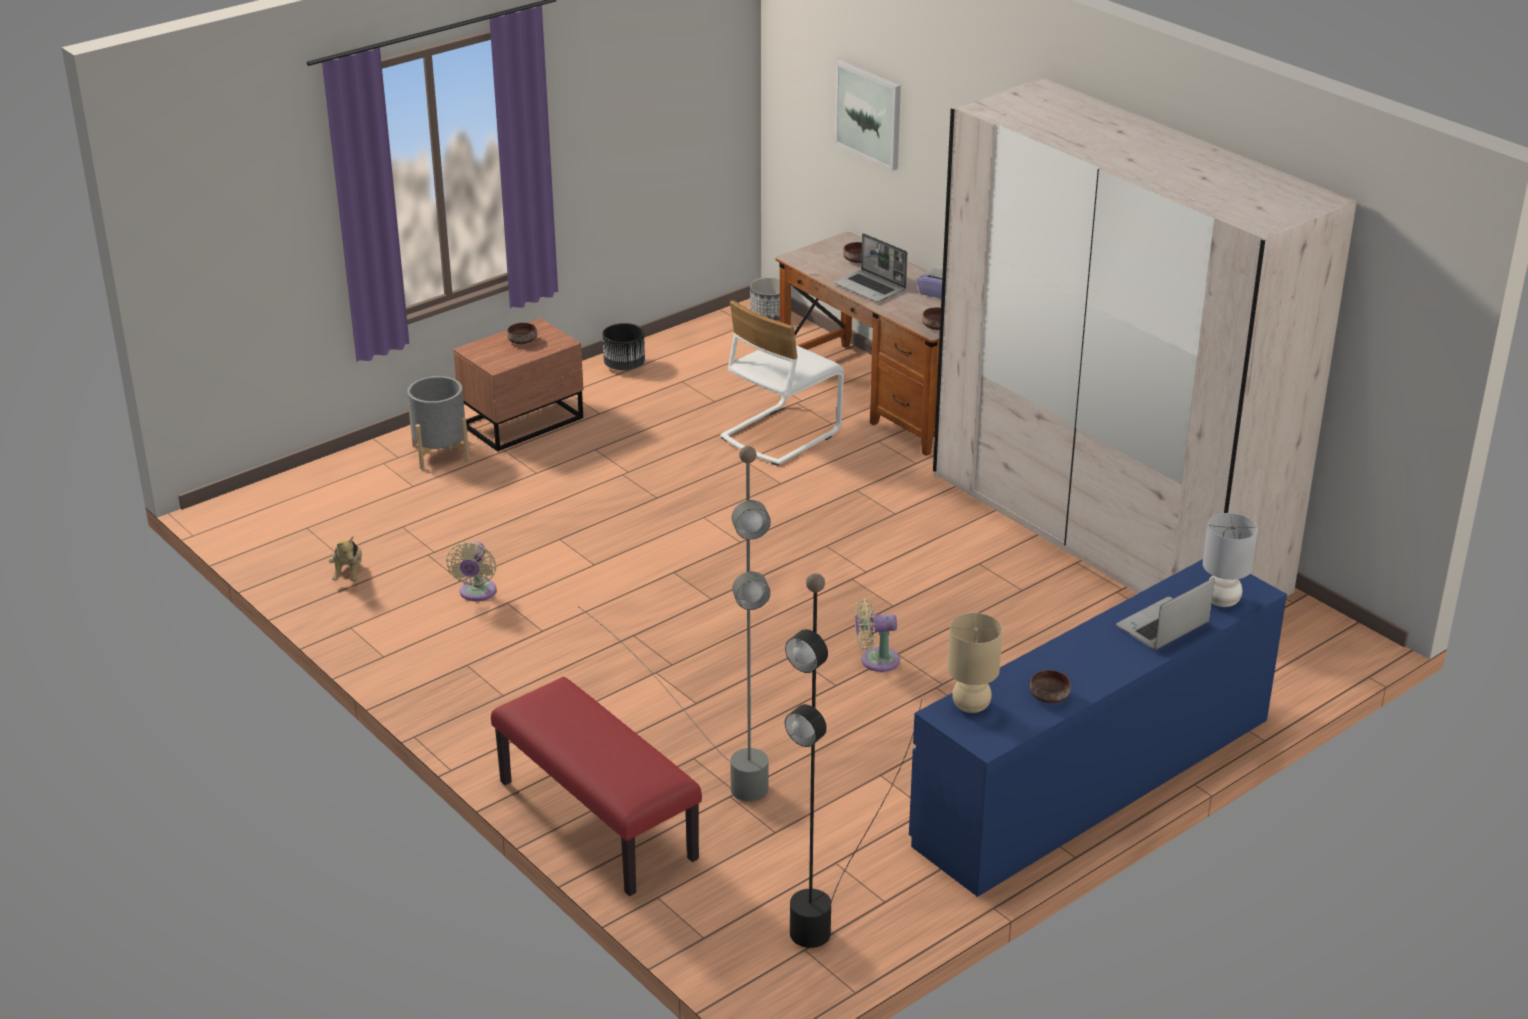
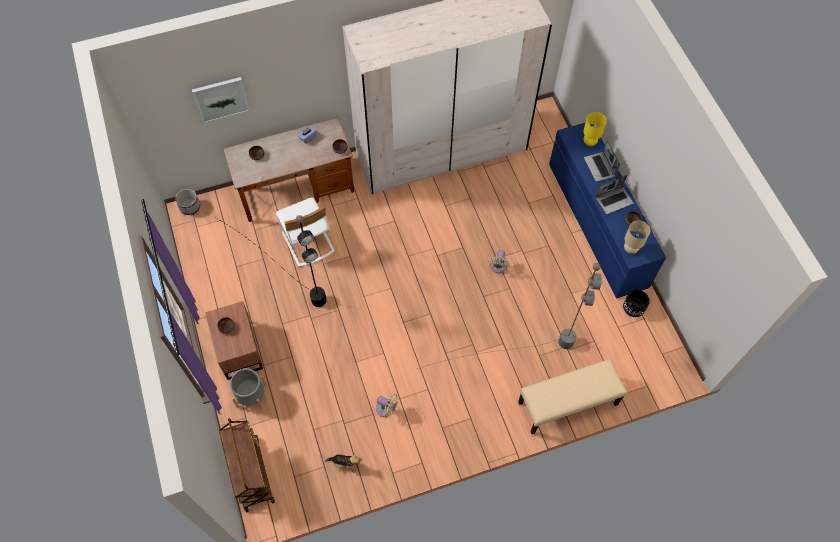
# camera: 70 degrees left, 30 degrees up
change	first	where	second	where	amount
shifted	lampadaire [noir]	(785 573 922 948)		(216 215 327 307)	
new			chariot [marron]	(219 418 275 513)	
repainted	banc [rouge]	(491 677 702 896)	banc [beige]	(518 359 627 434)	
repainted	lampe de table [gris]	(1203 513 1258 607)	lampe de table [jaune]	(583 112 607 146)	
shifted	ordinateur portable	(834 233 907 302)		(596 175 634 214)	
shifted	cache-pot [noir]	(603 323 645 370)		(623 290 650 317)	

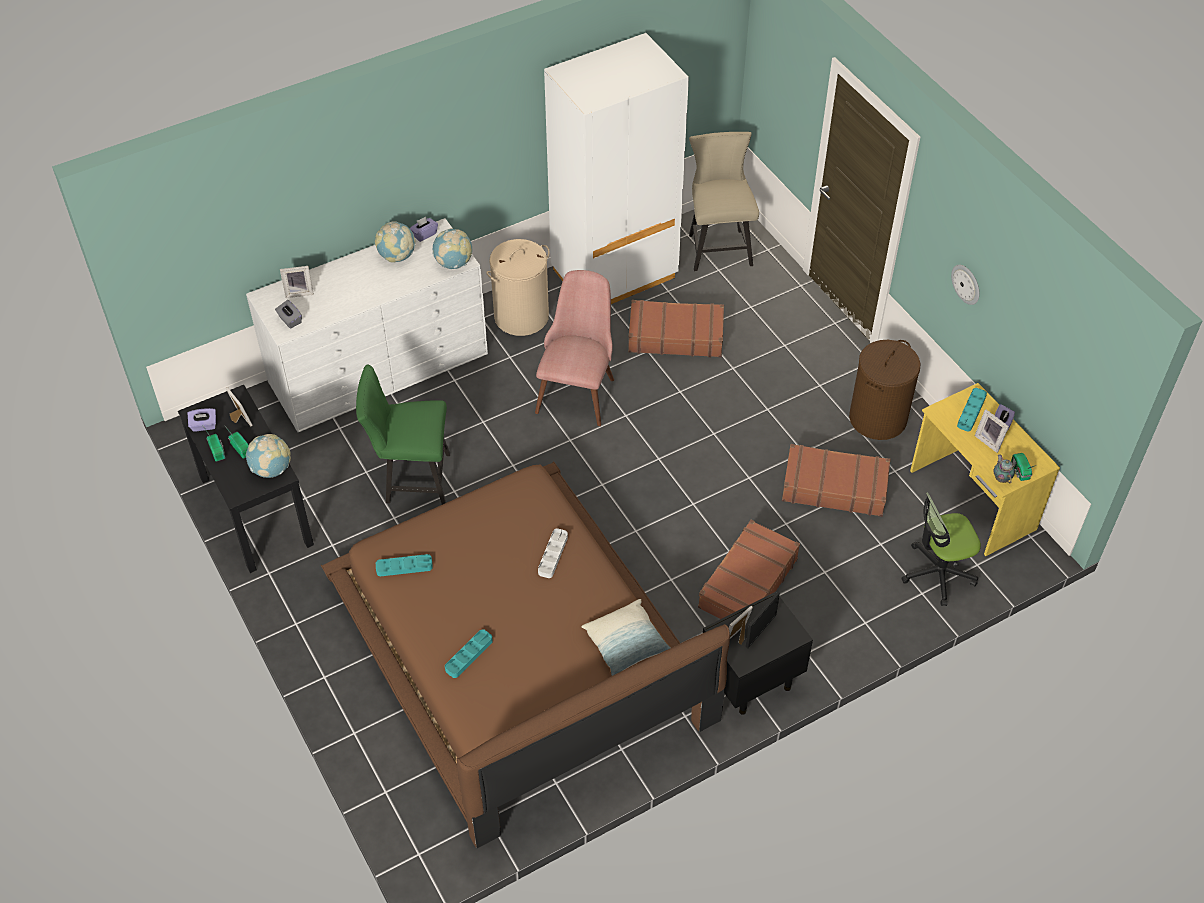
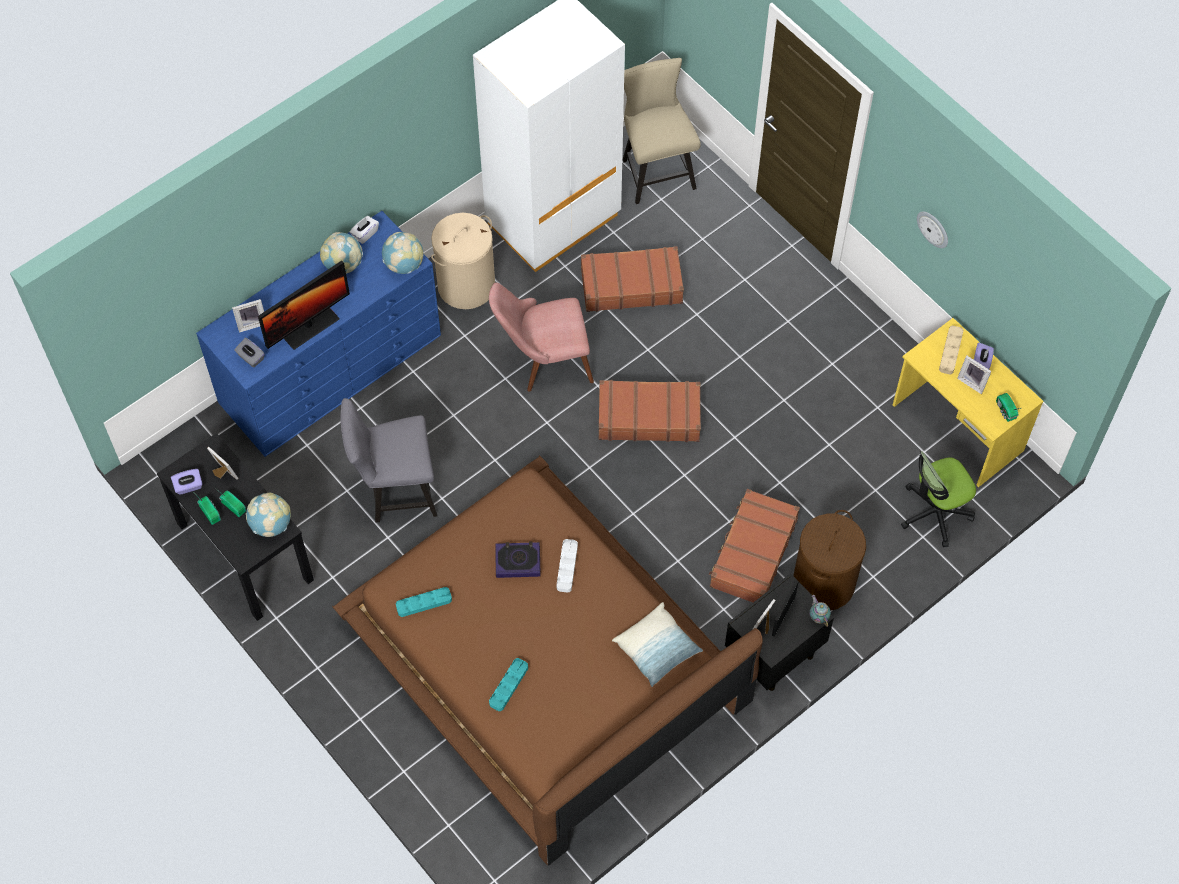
# camera: 10 degrees left, 10 degrees up
change	first	where	second	where	amount
repainted	commode [blanc]	(246 218 488 432)	commode [bleu]	(196 211 441 457)	
new			écran d'ordinateur	(258 261 350 350)	
repainted	chaise [vert]	(356 364 450 505)	chaise [gris]	(340 398 437 522)	
repainted	boîte à mouchoirs [violet]	(410 217 438 242)	boîte à mouchoirs [blanc]	(350 216 379 244)	
rotated	chaise [rose]	(535 270 614 426)		(489 282 594 392)	105 degrees counterclockwise
new			livre	(495 542 541 578)	
shifted	valise [marron]	(782 444 891 517)		(599 380 701 442)	
shifted	panier à linge [marron]	(849 340 921 440)		(793 510 866 610)	
shifted	théière	(994 454 1015 484)		(809 595 831 627)	
repainted	plateau [turquoise]	(957 388 987 431)	plateau [beige]	(939 326 964 375)	

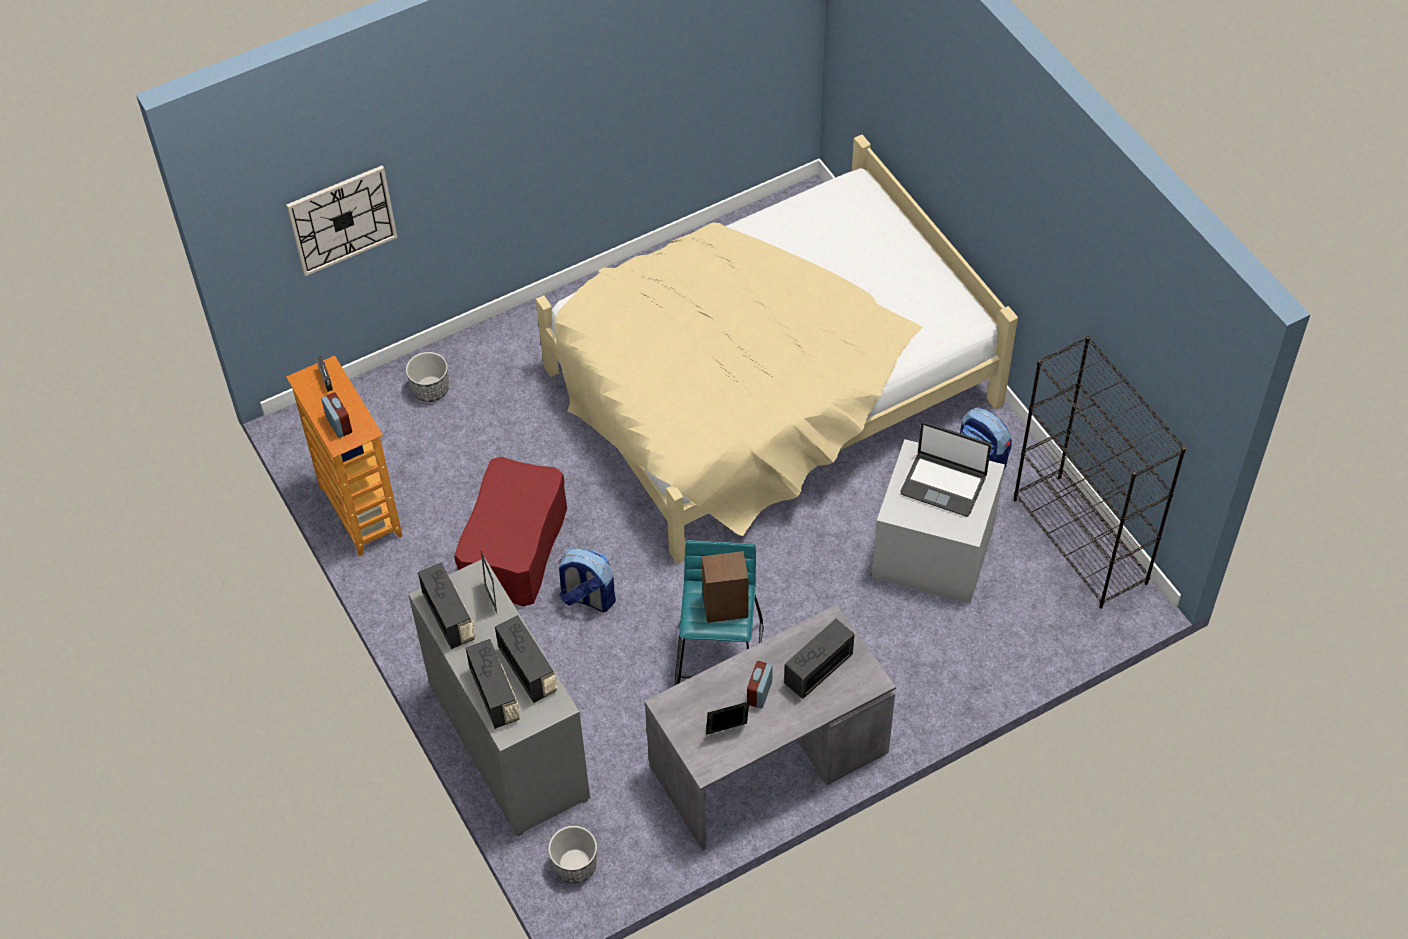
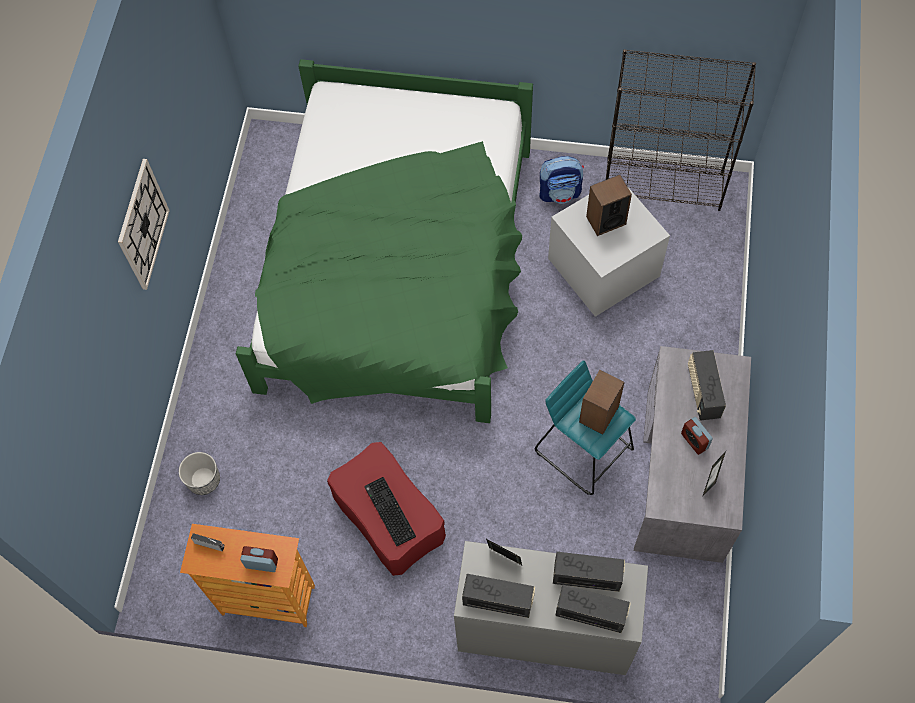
# camera: 50 degrees left, 10 degrees up
change	first	where	second	where	amount
shifted	horloge murale	(286 165 398 276)		(118 159 170 290)	
repainted	lit [beige]	(536 134 1018 564)	lit [vert]	(236 59 533 423)	
new			clavier	(364 477 416 546)	
swapped	ordinateur portable	(901 422 991 516)	enceinte	(586 175 632 236)	
gone	cache-pot	(548 826 597 883)			
gone	sac à dos	(557 548 616 612)			

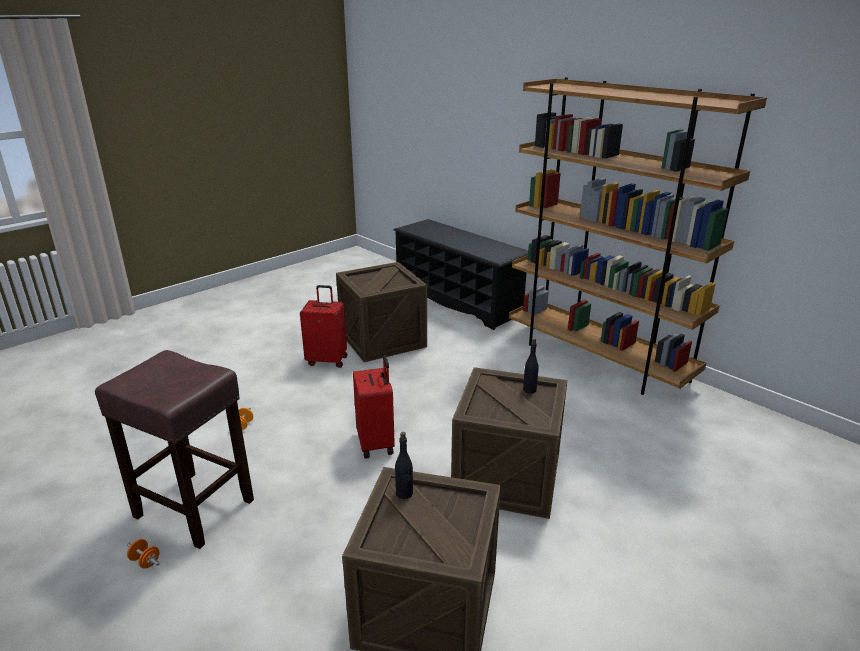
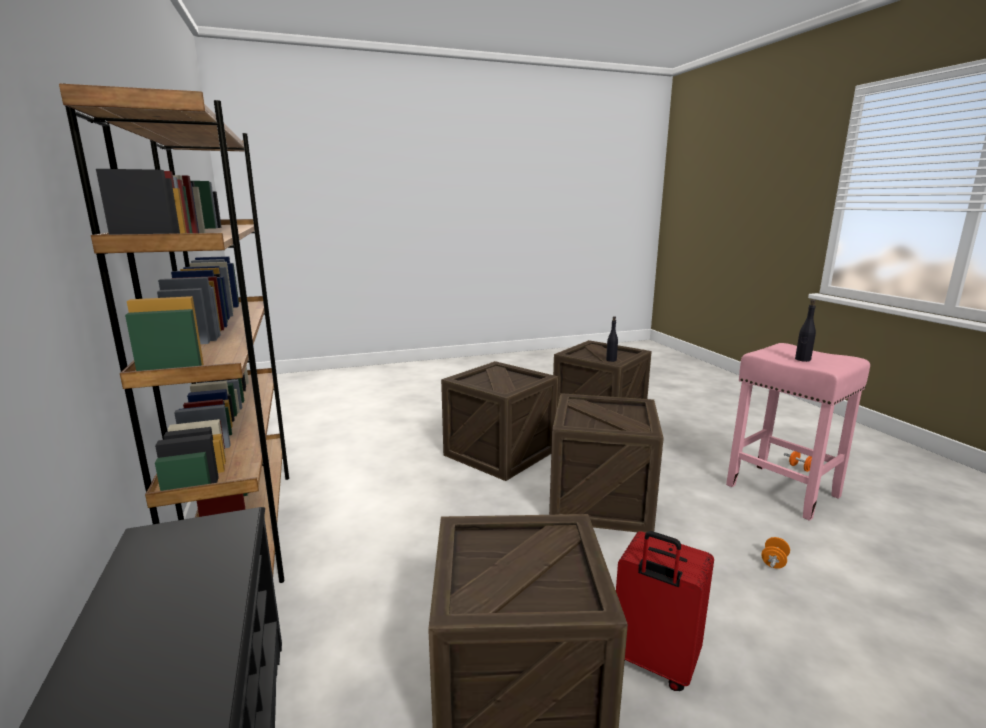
# camera: 155 degrees left, 10 degrees down
change	first	where	second	where	amount
swapped	valise [rouge]	(353 355 395 458)	caisse	(549 393 664 533)	
repainted	tabouret [marron]	(95 350 254 549)	tabouret [rose]	(726 343 870 521)	
shifted	bouteille [noir]	(523 338 539 394)		(795 300 816 362)	

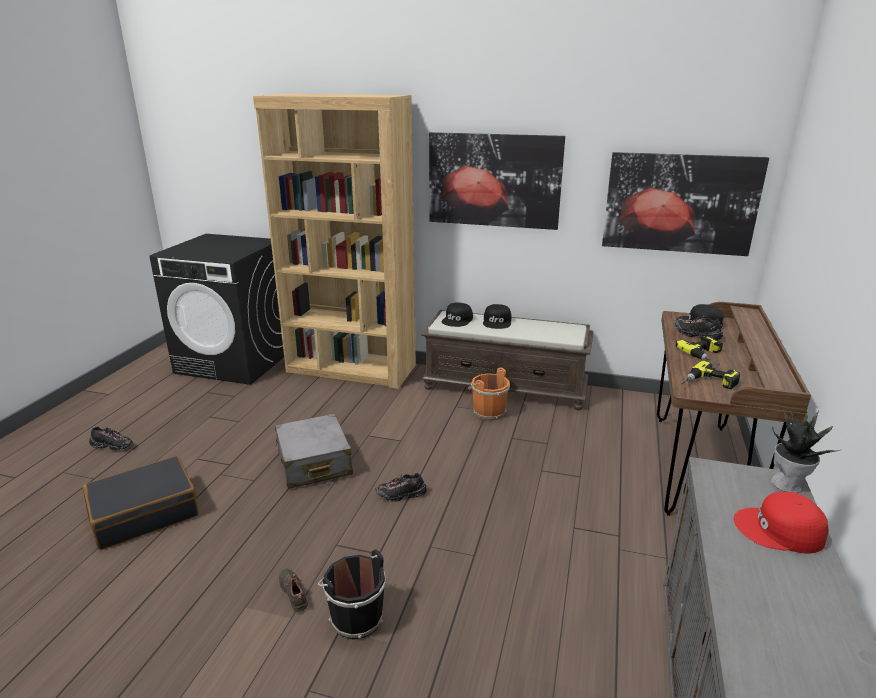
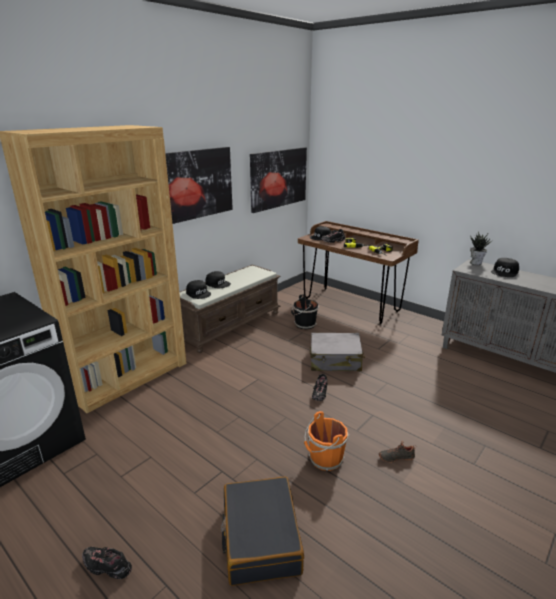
# camera: 65 degrees left, 0 degrees up
change	first	where	second	where	amount
rotated	chaussure [noir]	(89 427 133 450)		(82 547 132 579)	105 degrees counterclockwise
shifted	seau [noir]	(318 550 386 639)		(291 294 319 329)	
shifted	seau [orange]	(468 367 510 421)		(304 411 349 471)	
shifted	valise [gris]	(275 414 353 489)		(310 333 365 371)	
repainted	casquette [rouge]	(734 492 828 553)	casquette [noir]	(491 258 519 277)	

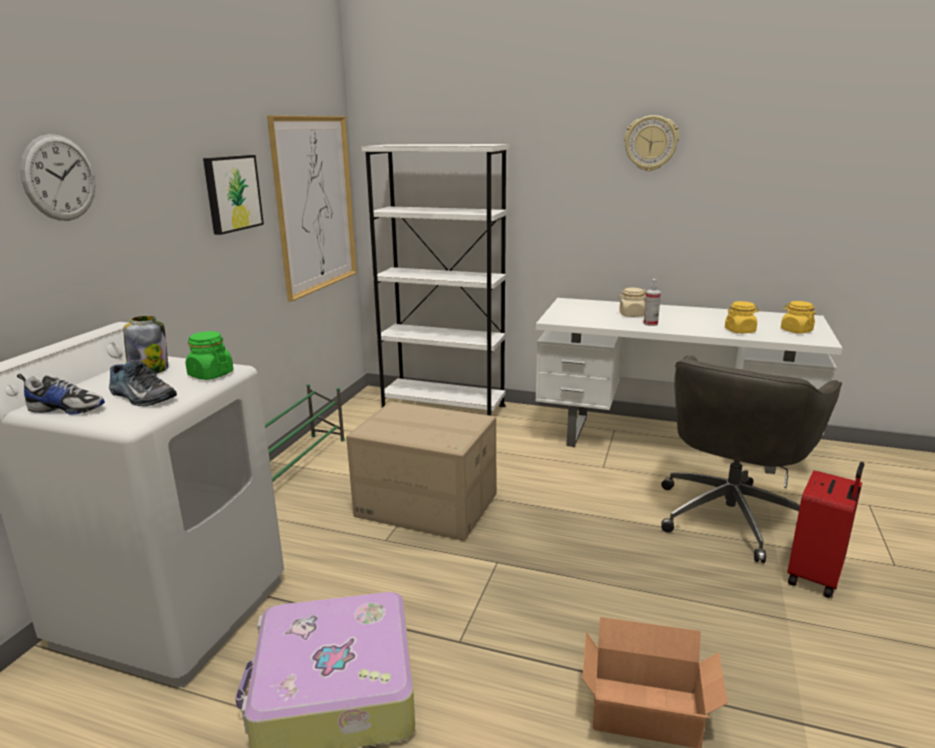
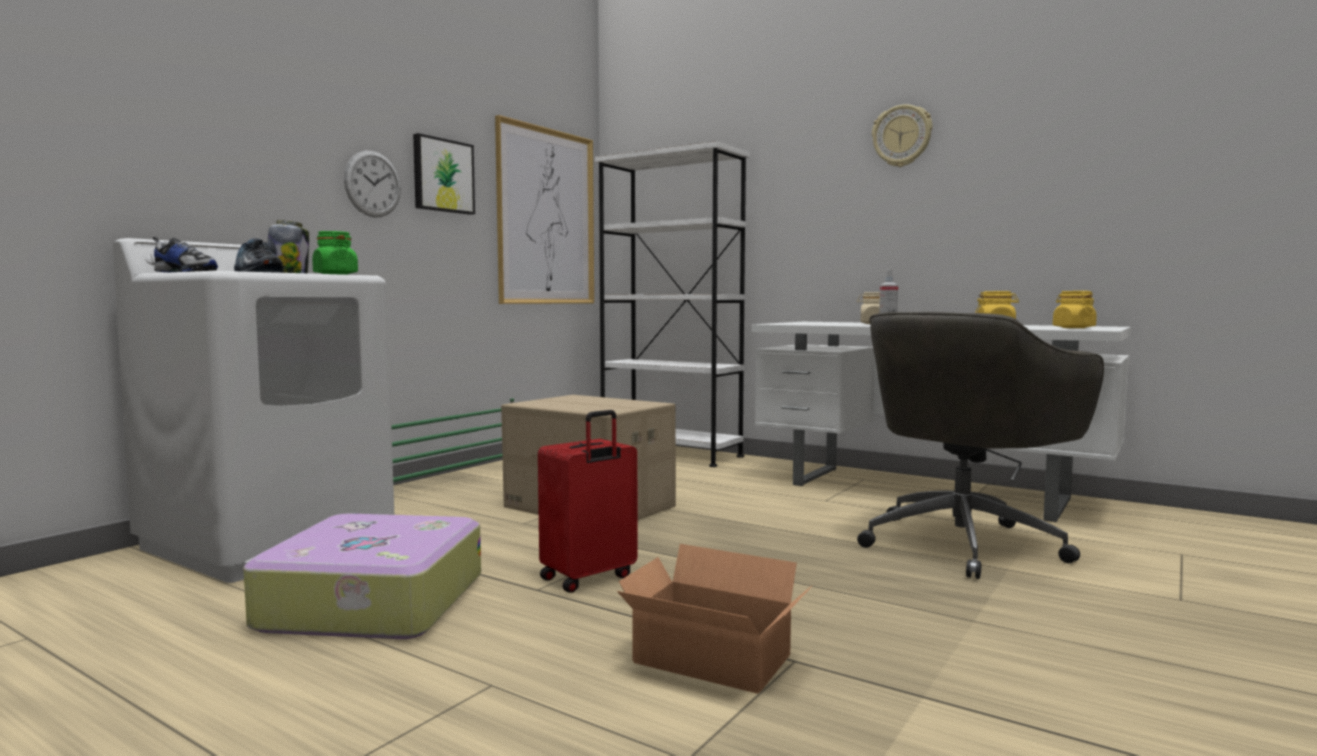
# camera: 15 degrees right, 15 degrees down
change	first	where	second	where	amount
shifted	horloge murale	(20 134 95 221)		(344 151 401 218)	
shifted	valise [rouge]	(788 462 864 598)		(538 410 638 593)	

